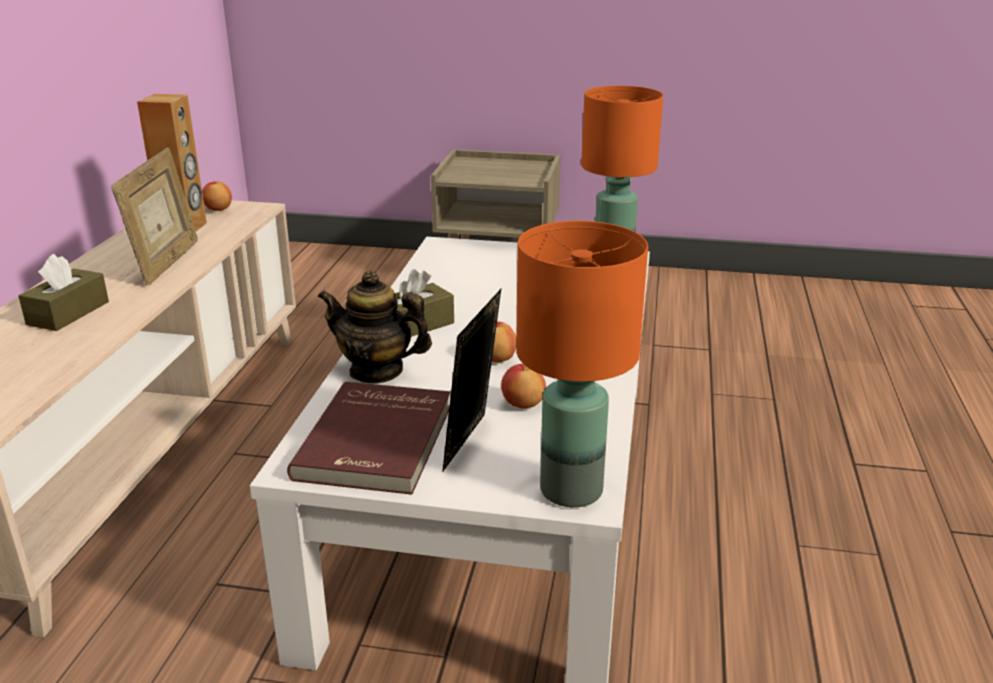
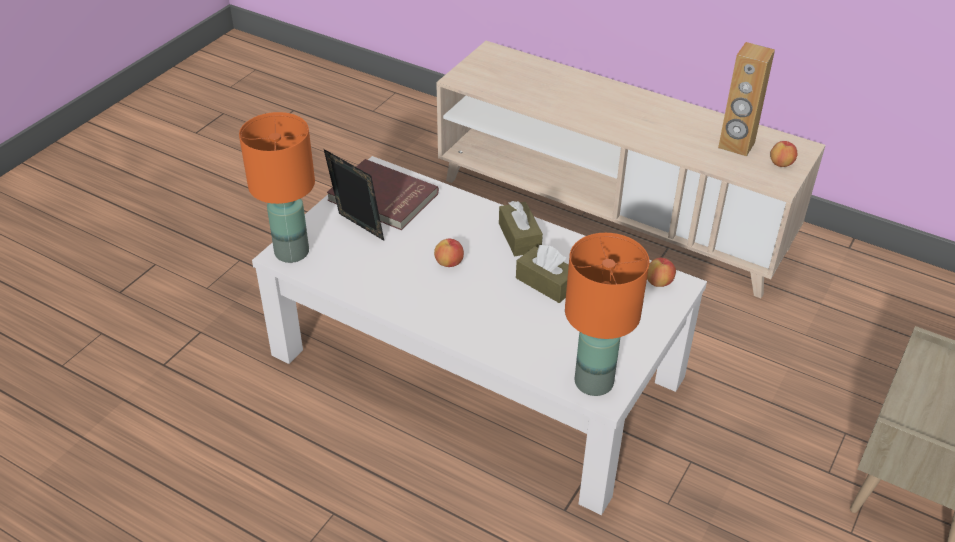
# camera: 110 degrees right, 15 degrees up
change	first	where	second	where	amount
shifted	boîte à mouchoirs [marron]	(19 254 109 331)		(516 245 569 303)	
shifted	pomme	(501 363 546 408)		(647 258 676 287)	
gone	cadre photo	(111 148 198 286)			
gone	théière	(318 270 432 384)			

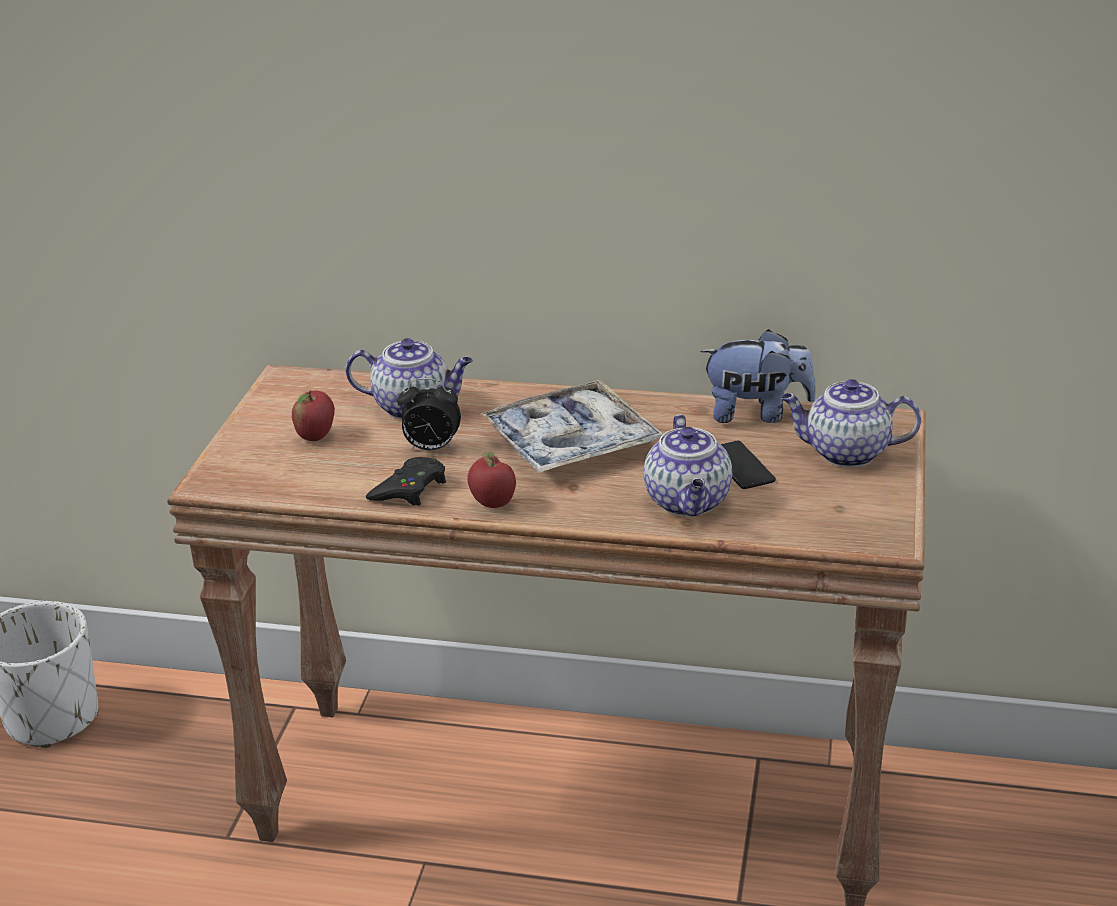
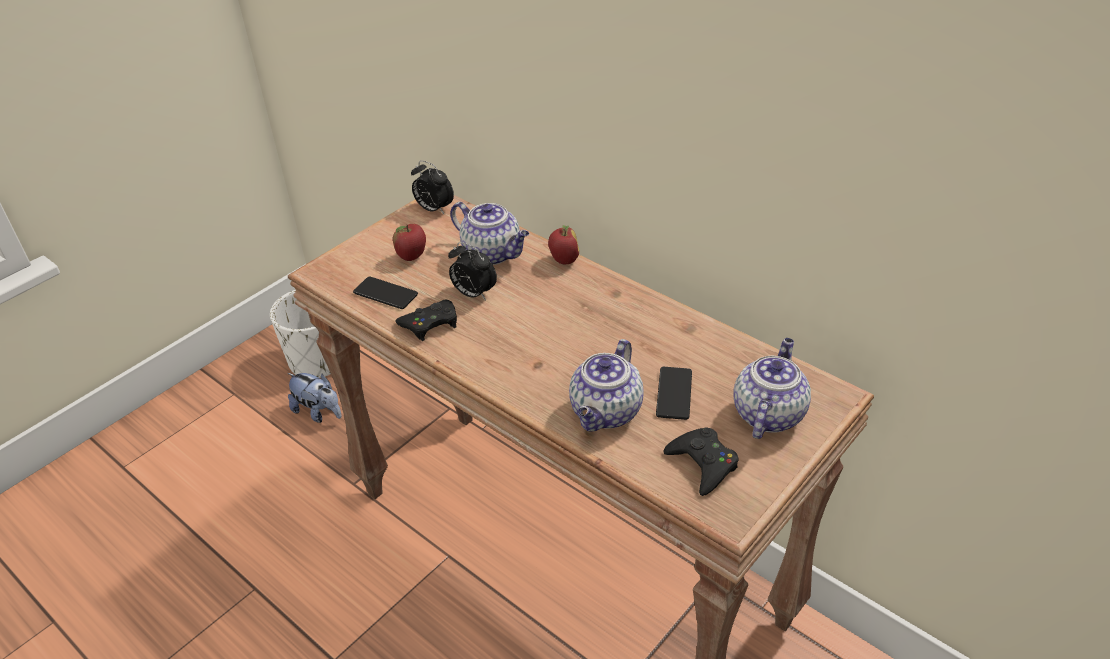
# camera: 30 degrees right, 10 degrees up
change	first	where	second	where	amount
shifted	peluche	(700 329 816 423)		(288 373 341 423)	
new			téléphone	(353 276 418 309)	
new			réveil	(411 160 454 214)	
shifted	pomme	(467 452 516 508)		(548 225 579 264)	
new			manette [noir]	(663 428 739 496)	
rotated	théière	(781 379 921 467)		(734 338 811 439)	75 degrees clockwise
gone	plateau	(480 380 662 473)			

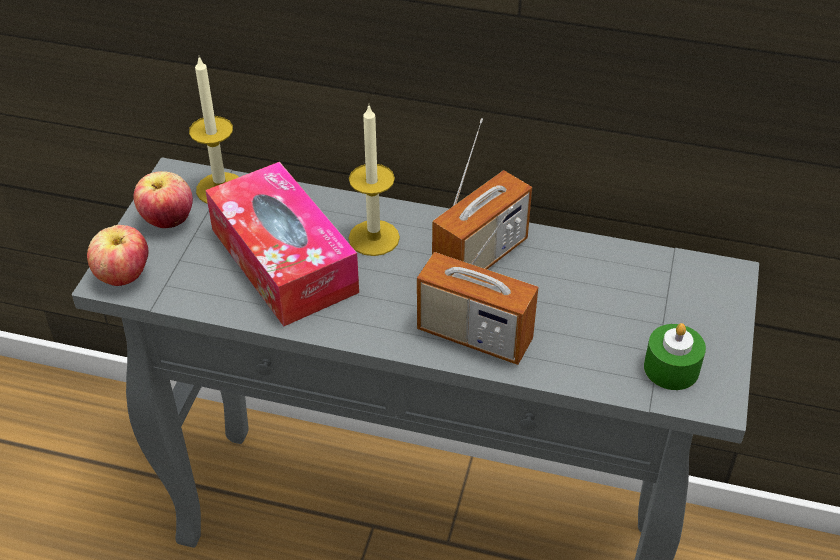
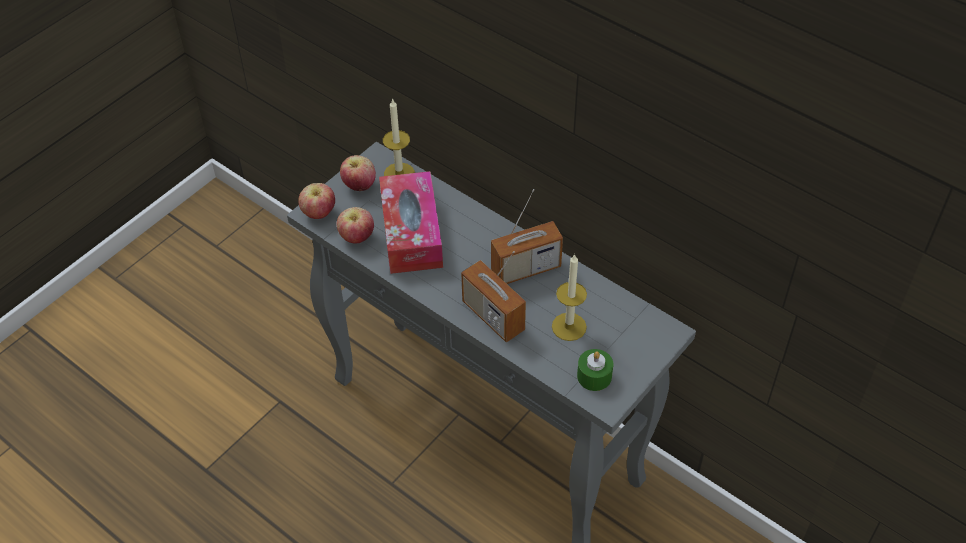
# camera: 25 degrees right, 5 degrees up
change	first	where	second	where	amount
new			pomme	(336 207 374 244)	
shifted	bougie	(348 106 400 256)		(552 254 587 341)	

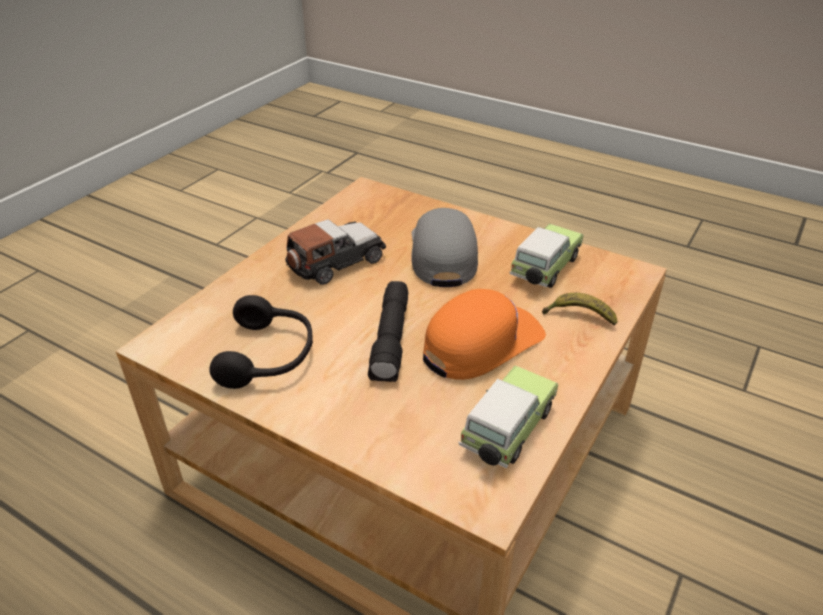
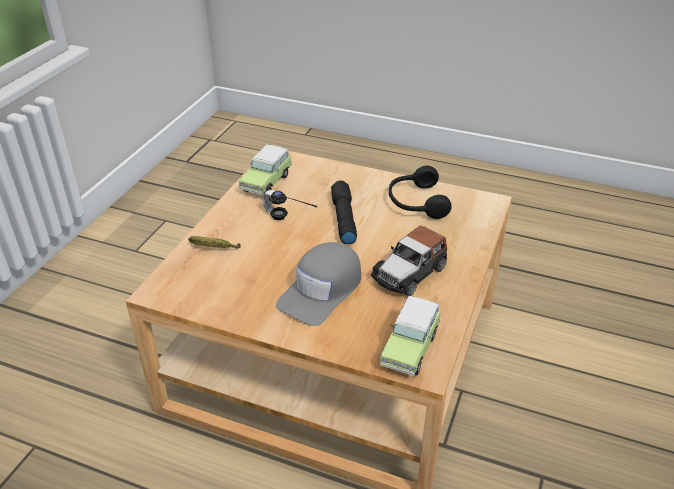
# camera: 170 degrees right, 0 degrees up
change	first	where	second	where	amount
swapped	casquette [orange]	(423 289 546 380)	casque audio	(262 190 317 220)	
rotated	casquette [gris]	(411 208 478 287)		(276 242 361 326)	45 degrees clockwise
shifted	petite voiture	(509 224 584 288)		(380 296 441 376)	

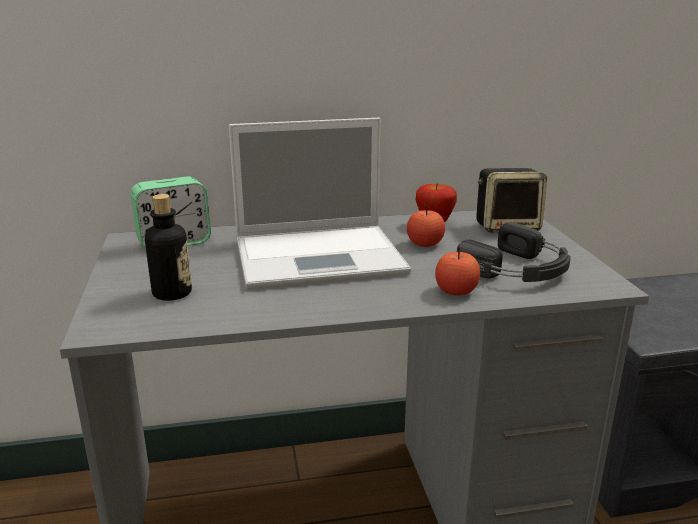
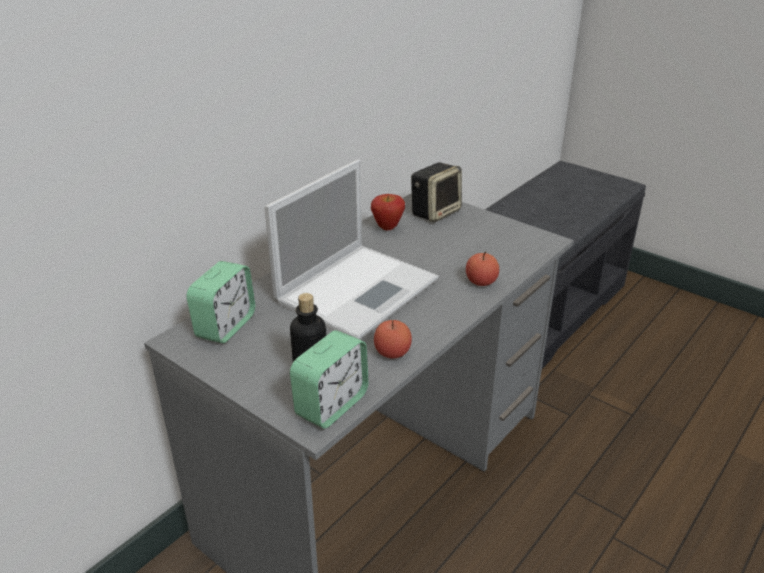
# camera: 40 degrees left, 10 degrees up
change	first	where	second	where	amount
new			réveil	(290 330 369 428)	
shifted	pomme	(407 204 445 247)		(374 320 412 359)	
gone	casque audio [noir]	(457 223 570 282)			

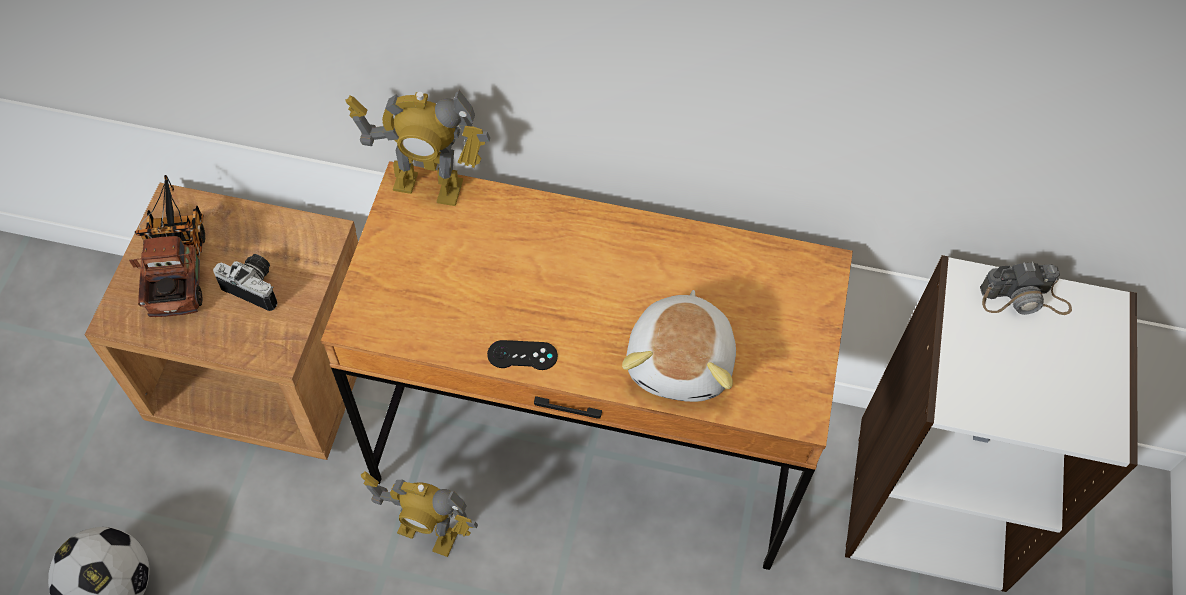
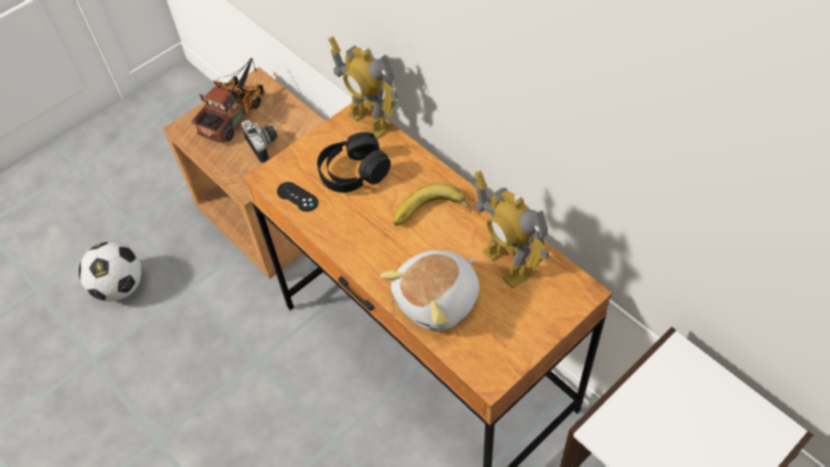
# camera: 40 degrees right, 5 degrees down
change	first	where	second	where	amount
shifted	manette [noir]	(487 340 558 370)		(277 182 318 212)	
new			casque audio [noir]	(317 132 391 193)	
new			banane	(393 183 471 226)	
shifted	robot jouet	(361 471 478 557)		(475 170 549 289)	
gone	appareil photo	(980 262 1072 315)			

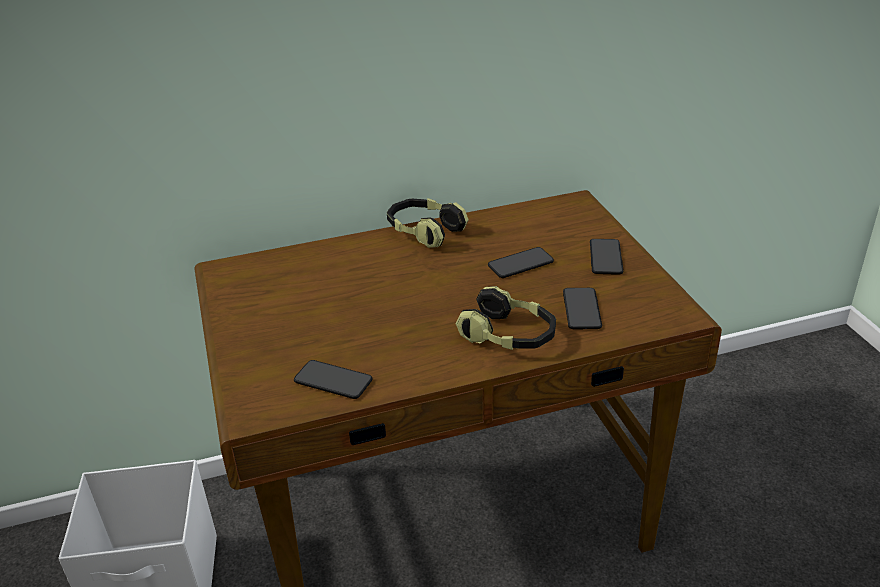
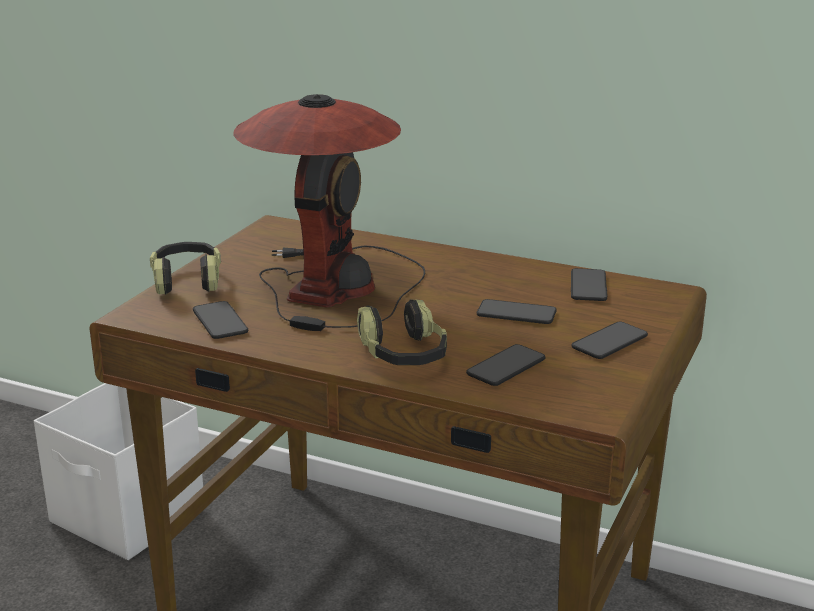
# camera: 40 degrees right, 10 degrees down
change	first	where	second	where	amount
shifted	casque audio	(387 198 469 248)		(150 242 221 295)	
new			lampe de table	(233 94 425 331)	
new			téléphone	(571 268 608 301)	

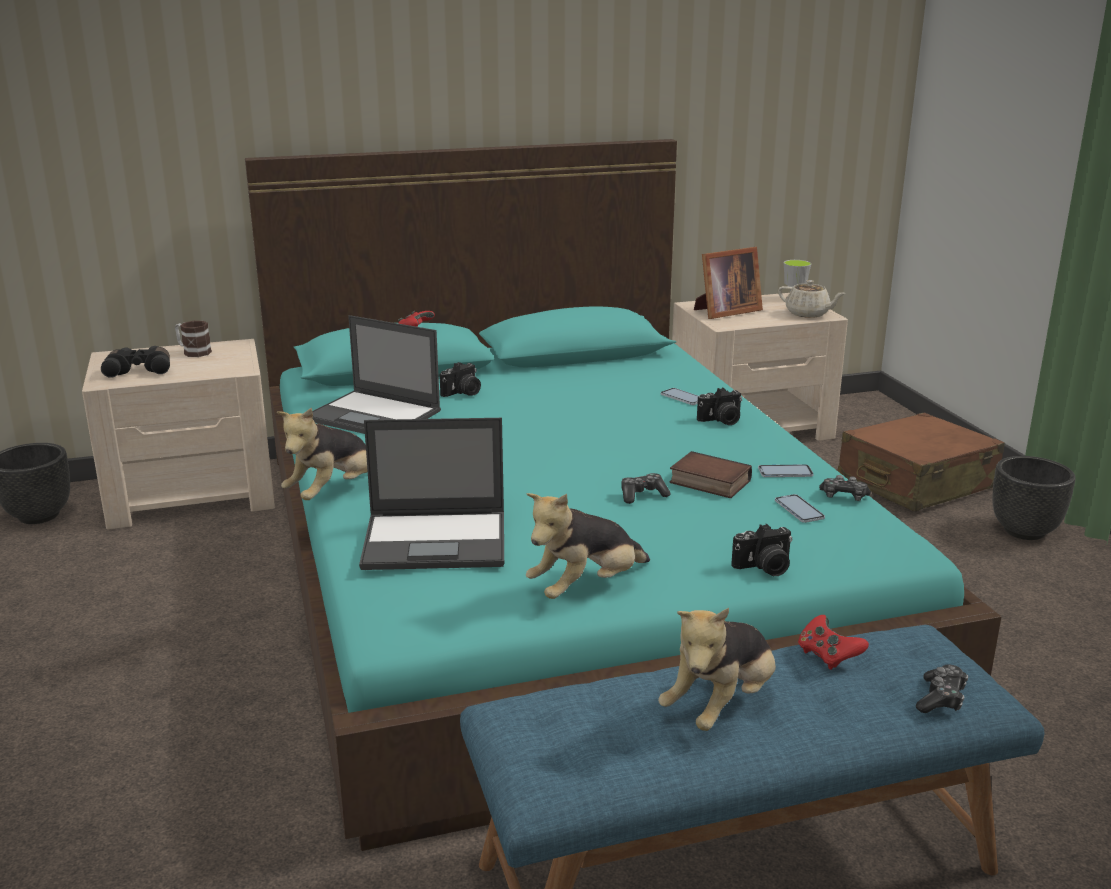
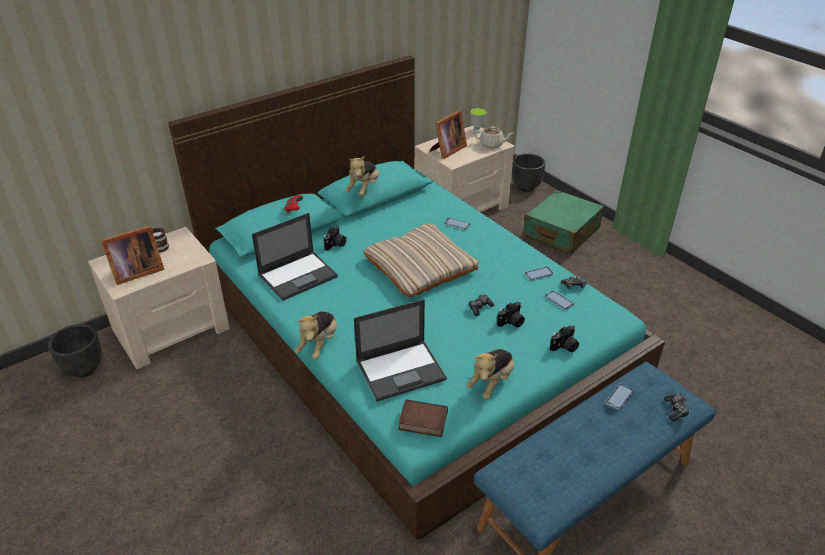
# camera: 20 degrees left, 15 degrees up
change	first	where	second	where	amount
swapped	jumelles [noir]	(101 346 170 378)	cadre photo	(101 226 164 285)	
rotated	ordinateur portable	(312 315 441 434)		(252 213 338 301)	45 degrees counterclockwise
shifted	peluche	(658 608 776 731)		(345 155 379 196)	
new			coussin [beige]	(363 223 478 297)	
shifted	livre	(669 451 752 498)		(398 399 448 437)	
shifted	appareil photo	(697 388 742 425)		(497 302 525 327)	
shifted	cache-pot [noir]	(992 456 1076 540)		(512 153 545 192)	
repainted	valise [marron]	(838 413 1005 512)	valise [vert]	(523 190 604 255)	
swapped	manette [rouge]	(798 615 869 670)	téléphone	(606 384 634 410)	

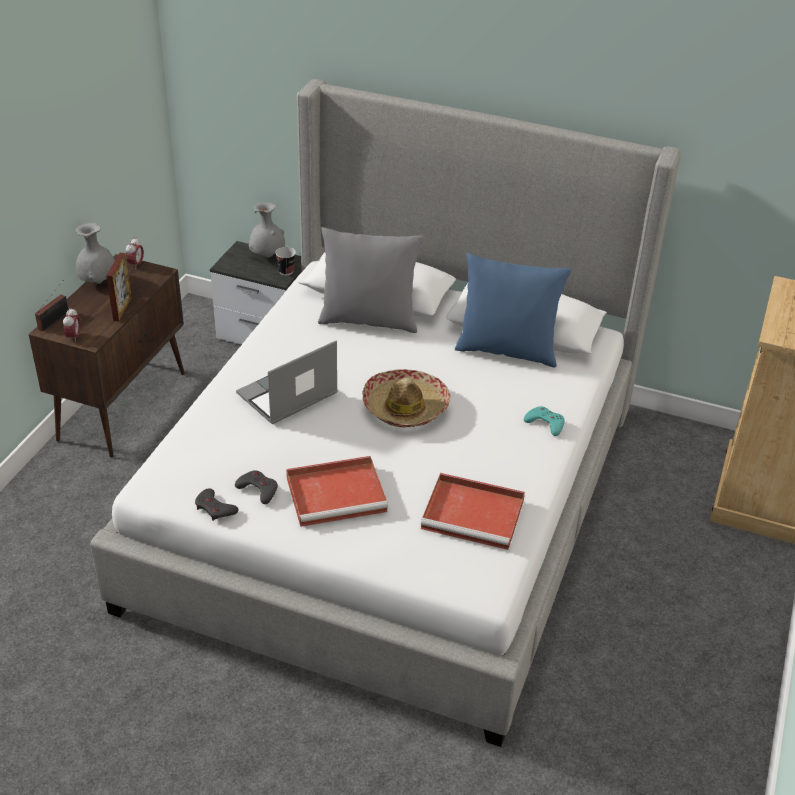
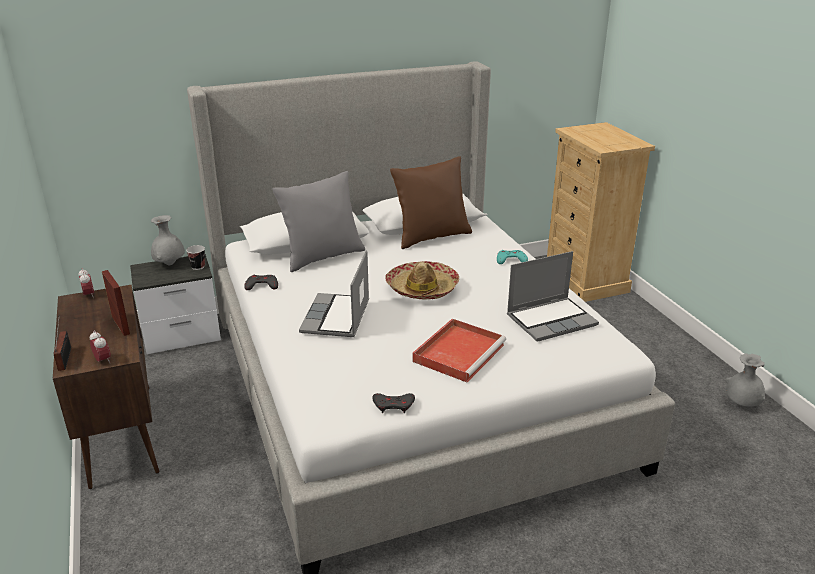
# camera: 40 degrees left, 10 degrees down
change	first	where	second	where	amount
shifted	manette [gris]	(235 471 278 504)		(244 275 278 290)	
repainted	coussin [bleu]	(455 253 571 367)	coussin [marron]	(390 156 472 249)	
swapped	plateau [rouge]	(421 473 525 550)	ordinateur portable	(507 251 599 342)	
shifted	vase [gris]	(76 223 115 284)		(726 354 765 407)	

